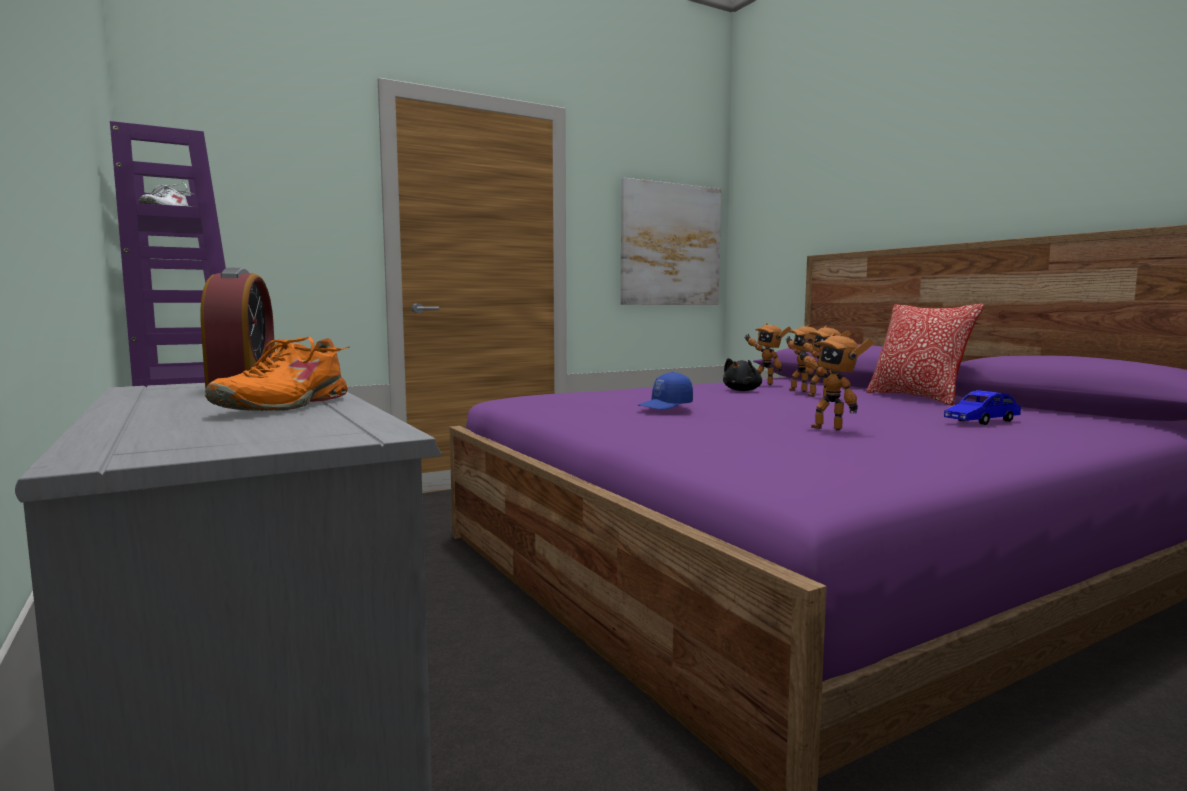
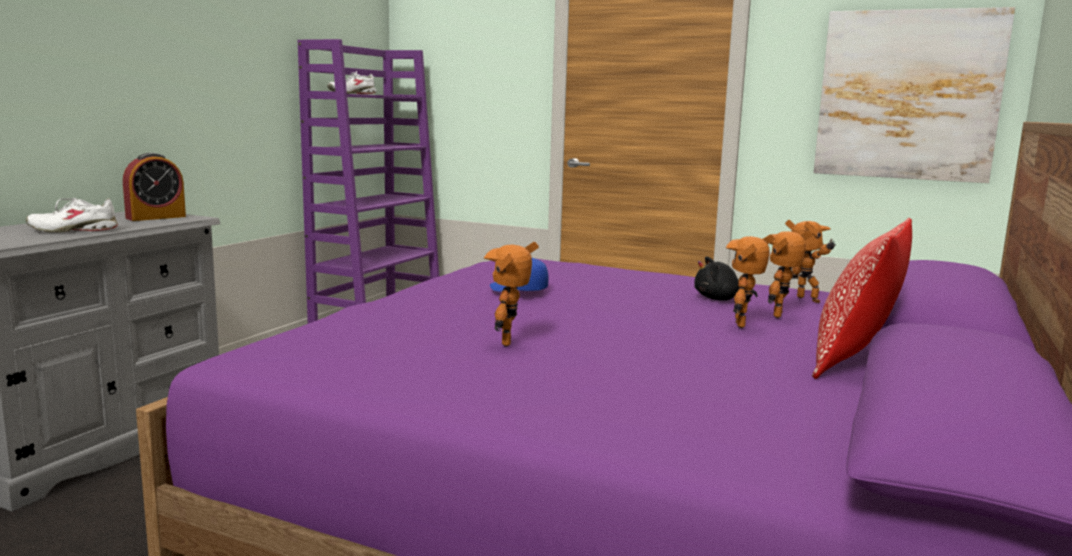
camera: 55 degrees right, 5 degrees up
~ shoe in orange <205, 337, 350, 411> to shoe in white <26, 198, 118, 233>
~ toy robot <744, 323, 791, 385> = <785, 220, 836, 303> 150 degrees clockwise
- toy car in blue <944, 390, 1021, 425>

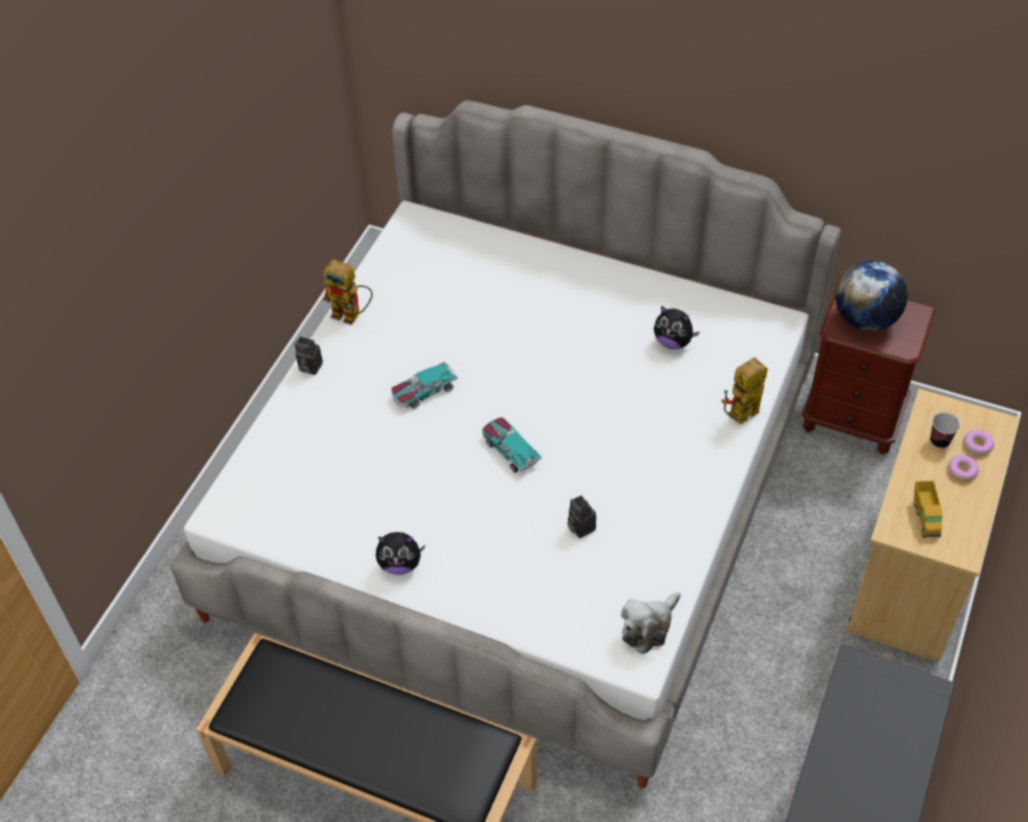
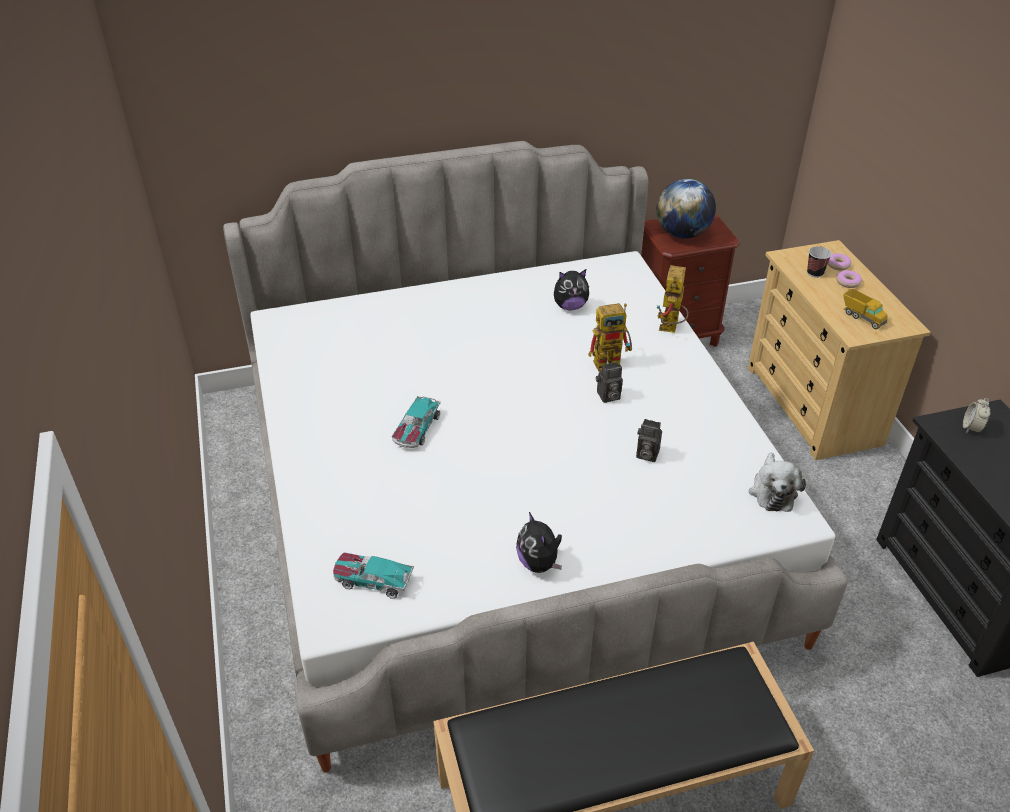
camera: 40 degrees left, 10 degrees down
~ toy car <482, 417, 542, 473> to <333, 553, 414, 599>
~ plush toy <376, 532, 425, 575> = <516, 512, 562, 573> 105 degrees clockwise
~ toy robot <323, 259, 373, 325> to <588, 303, 632, 372>
~ photo camera <295, 336, 323, 375> to <596, 362, 623, 403>
+ alarm clock <963, 398, 991, 433>

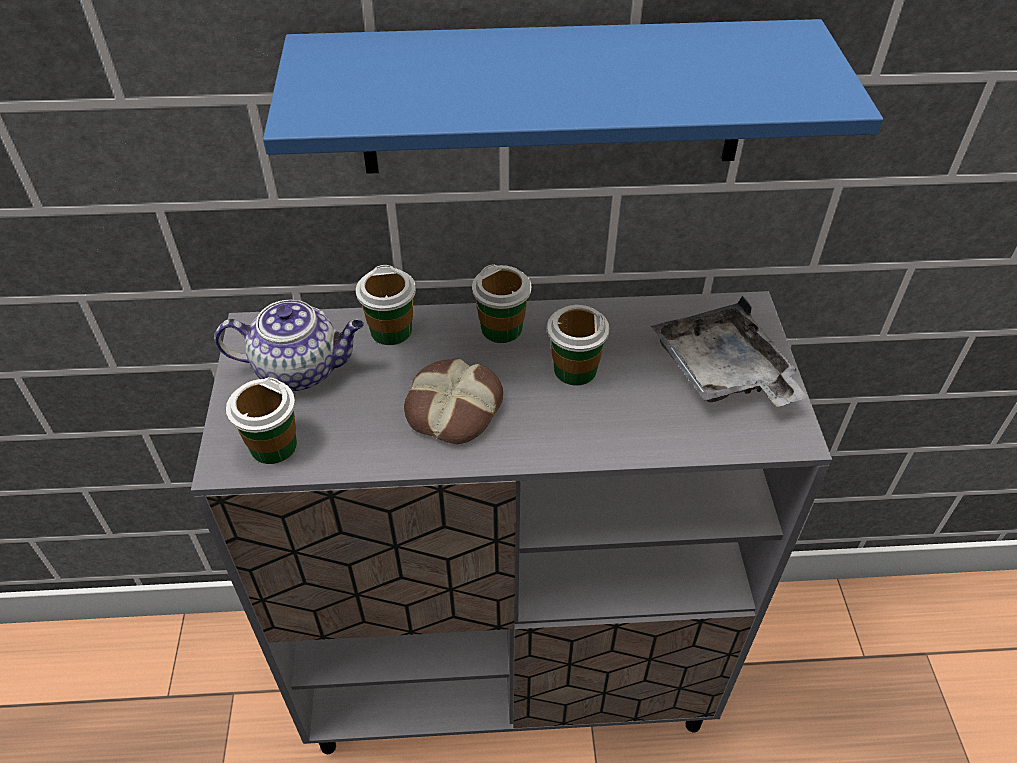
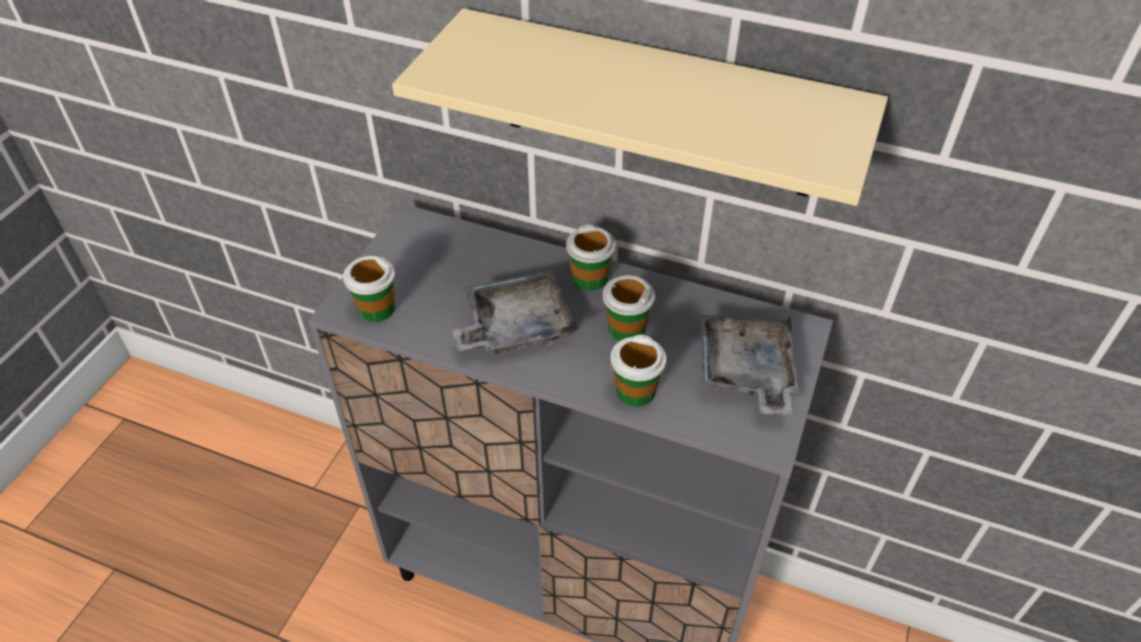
camera: 25 degrees right, 0 degrees up
~ shelf in blue <263, 19, 883, 174> to shelf in beige <392, 8, 888, 206>
~ bread <404, 358, 503, 444> to tray in grey <452, 270, 578, 355>
~ cup <356, 265, 416, 345> to <610, 334, 666, 407>
- teapot <214, 300, 364, 392>

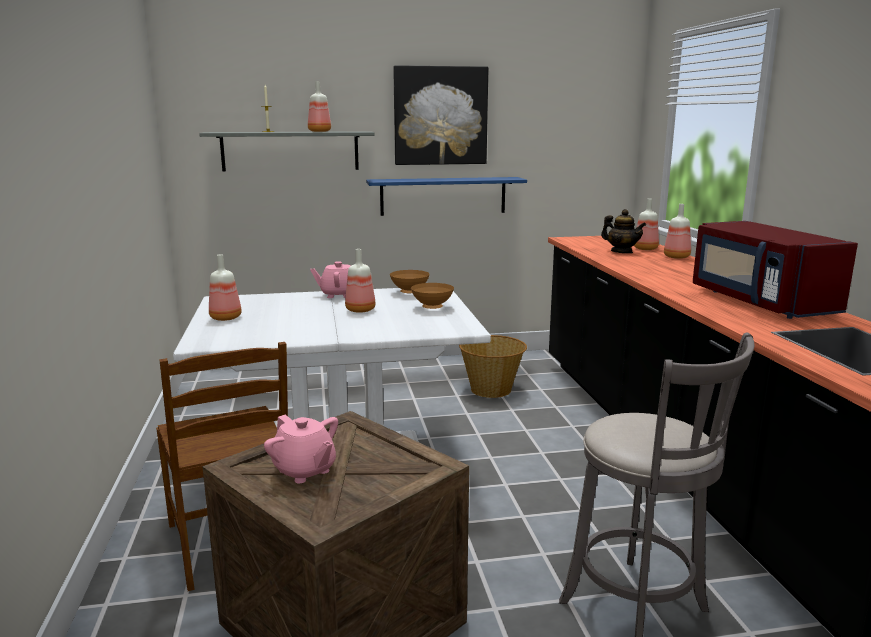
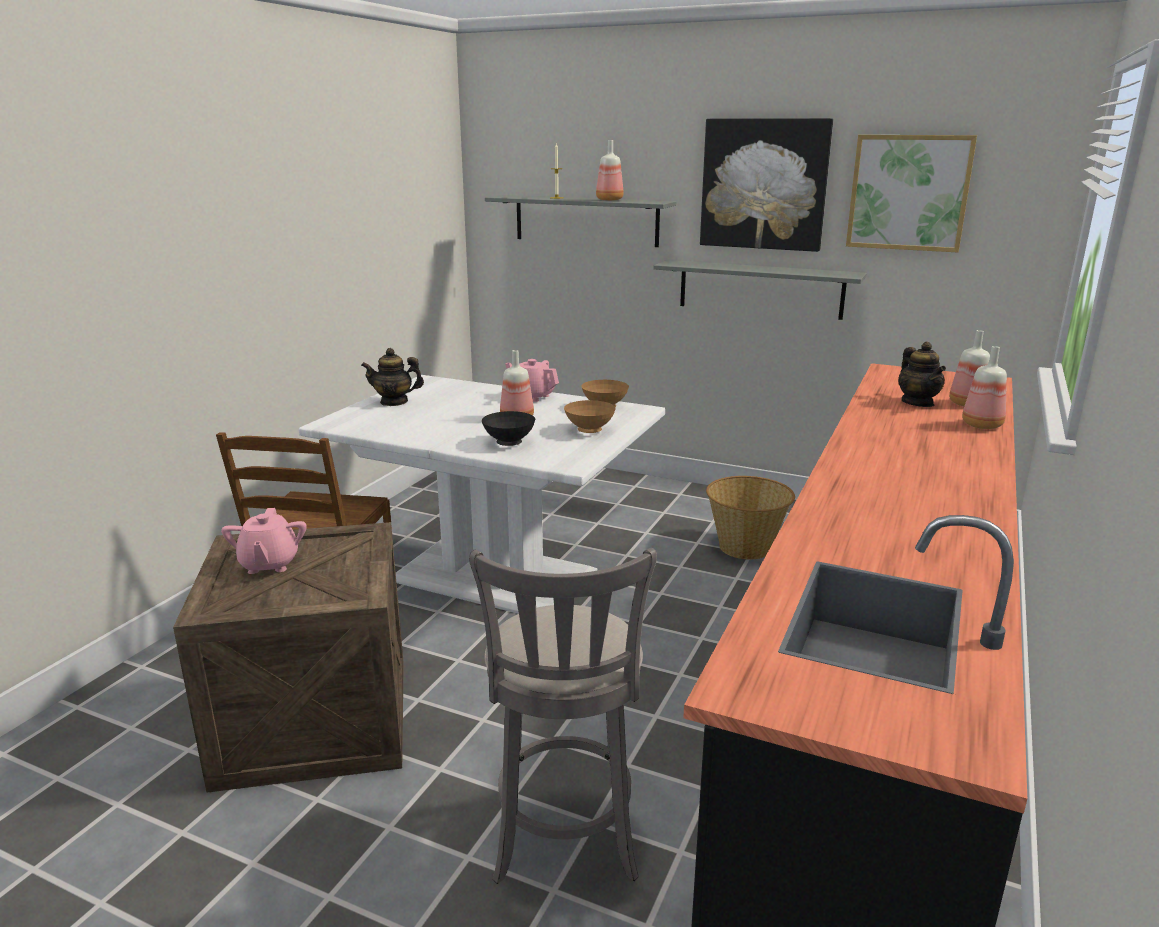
camera: 35 degrees right, 5 degrees up
~ bottle <209, 254, 242, 321> to teapot <361, 348, 424, 406>
+ bowl in black <482, 411, 535, 446>
~ shelf in blue <366, 177, 527, 216> to shelf in grey <653, 260, 867, 320>
+ picture <846, 135, 977, 253>
- microwave in red <693, 221, 858, 319>

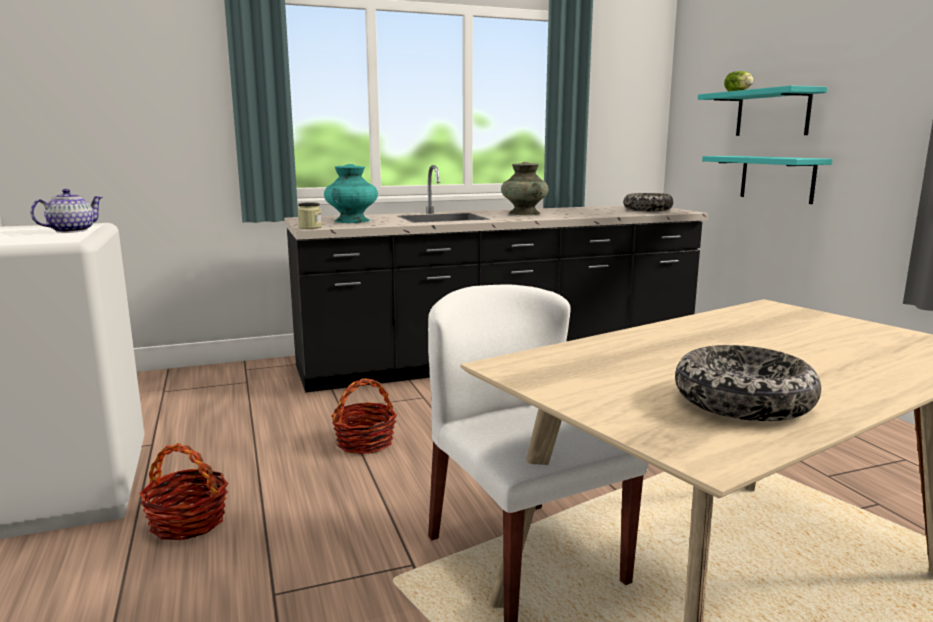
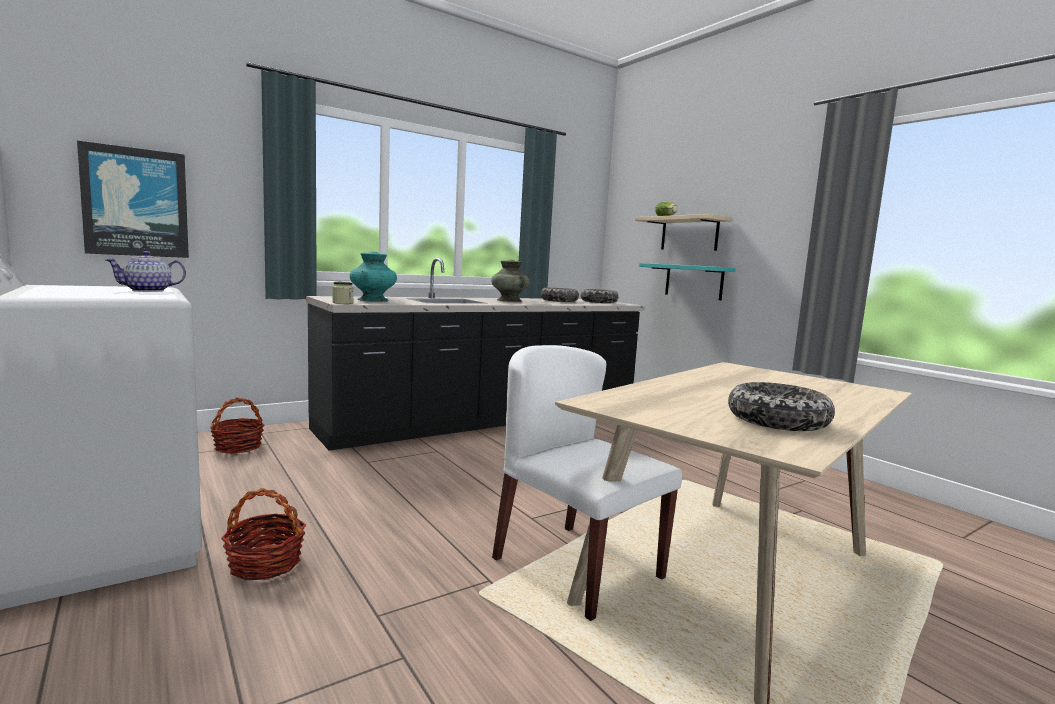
camera: 15 degrees left, 5 degrees down
+ picture <77, 141, 189, 258>
~ teapot <30, 189, 103, 233> = <106, 251, 186, 292> 150 degrees counterclockwise
~ basket <332, 378, 397, 454> to <210, 397, 264, 454>
+ bowl <540, 288, 579, 302>
~ shelf in turquoise <698, 85, 828, 136> to shelf in beige <635, 214, 731, 251>

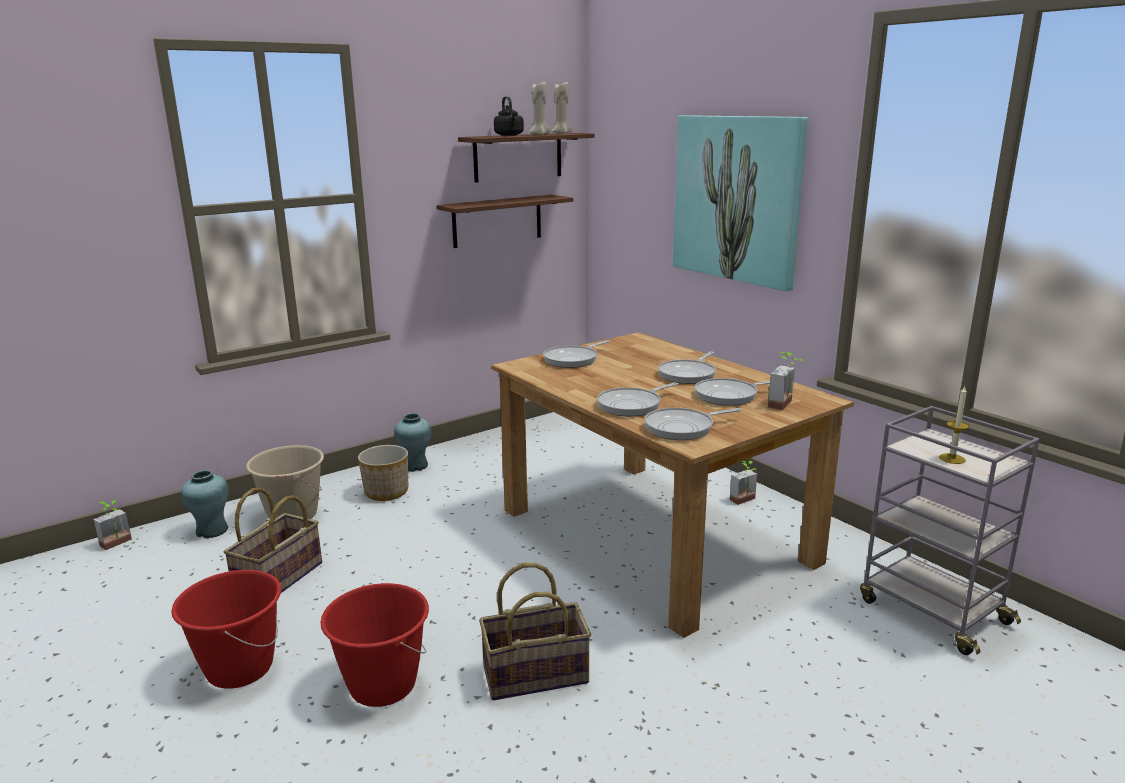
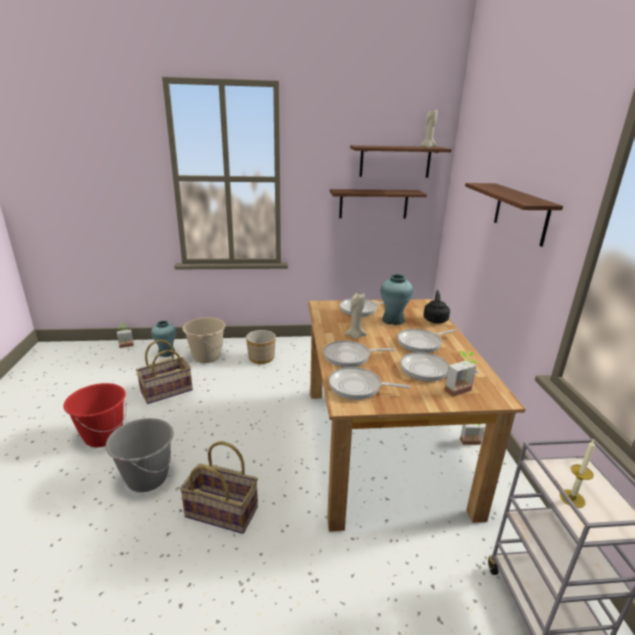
camera: 30 degrees right, 5 degrees up
~ bucket in red <320, 583, 429, 707> to bucket in grey <105, 418, 174, 492>
~ candle in beige <529, 80, 551, 135> to <345, 293, 367, 339>
~ vase in turquoise <394, 413, 431, 472> to <380, 274, 413, 325>
~ kettle in black <494, 96, 524, 136> to <423, 290, 450, 323>
~ picture <673, 115, 808, 291> to shelf <465, 183, 563, 247>

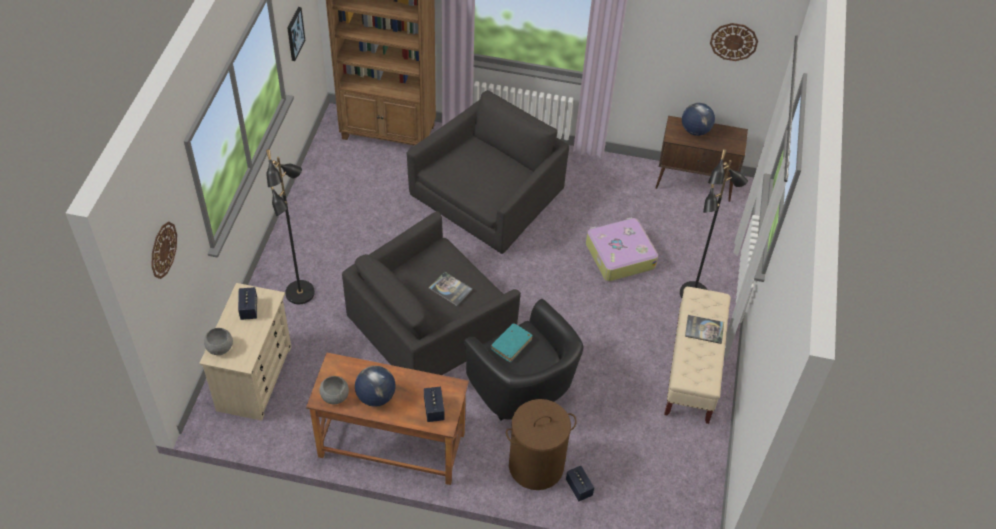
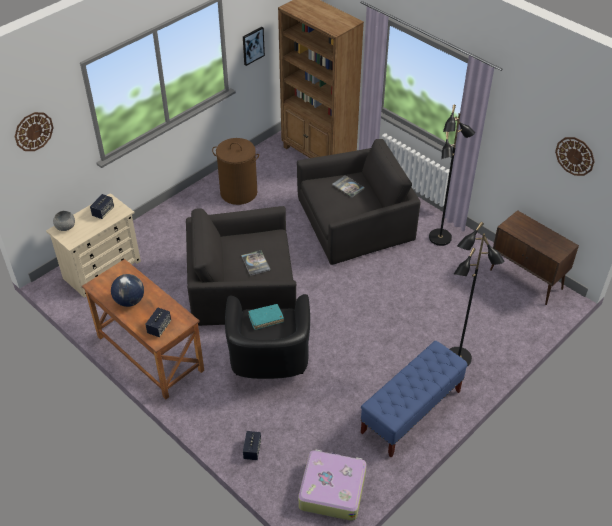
camera: 35 degrees right, 5 degrees down
~ laundry basket in brown <506, 399, 577, 490> to <212, 138, 259, 205>
~ suitcase <586, 217, 658, 281> to <298, 449, 366, 521>
~ book <685, 315, 724, 344> to <332, 175, 365, 198>
~ bench in beige <664, 287, 731, 424> to bench in blue <361, 341, 468, 457>
~ floor lamp in black <266, 149, 315, 304> to <429, 105, 475, 246>
- bowl in grey <320, 376, 349, 404>
- globe <682, 103, 715, 136>

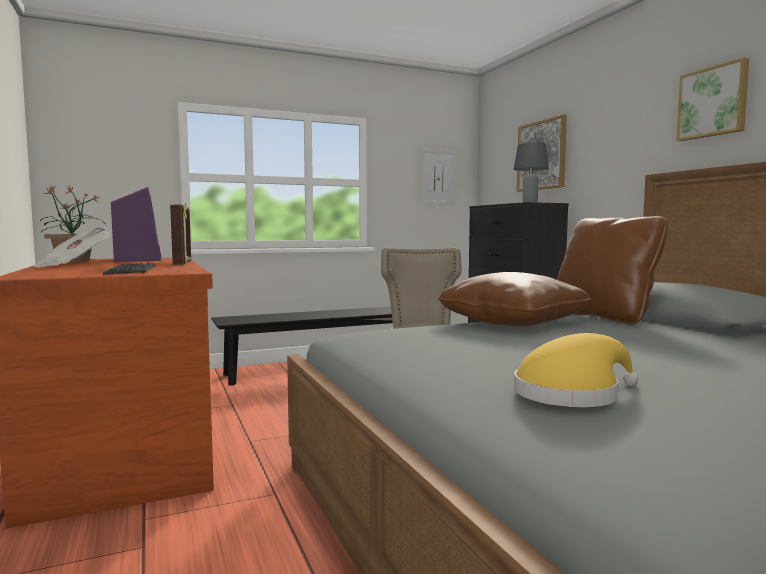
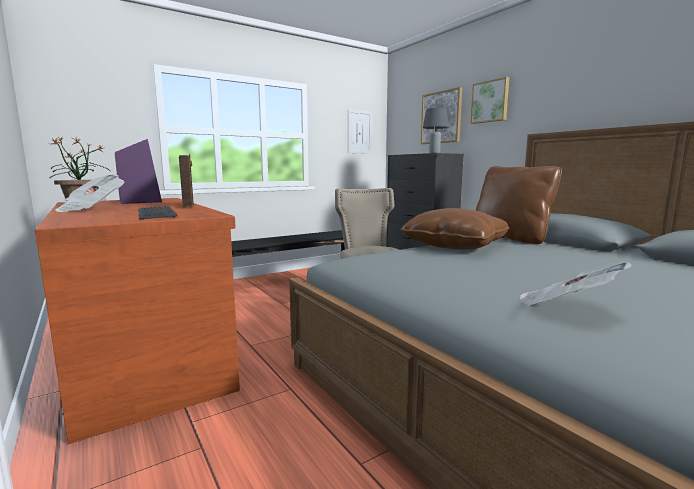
camera: 10 degrees left, 5 degrees up
~ picture <677, 58, 749, 141> to <471, 77, 509, 124>
~ hat in yellow <514, 333, 639, 407> to newspaper <520, 262, 632, 306>

